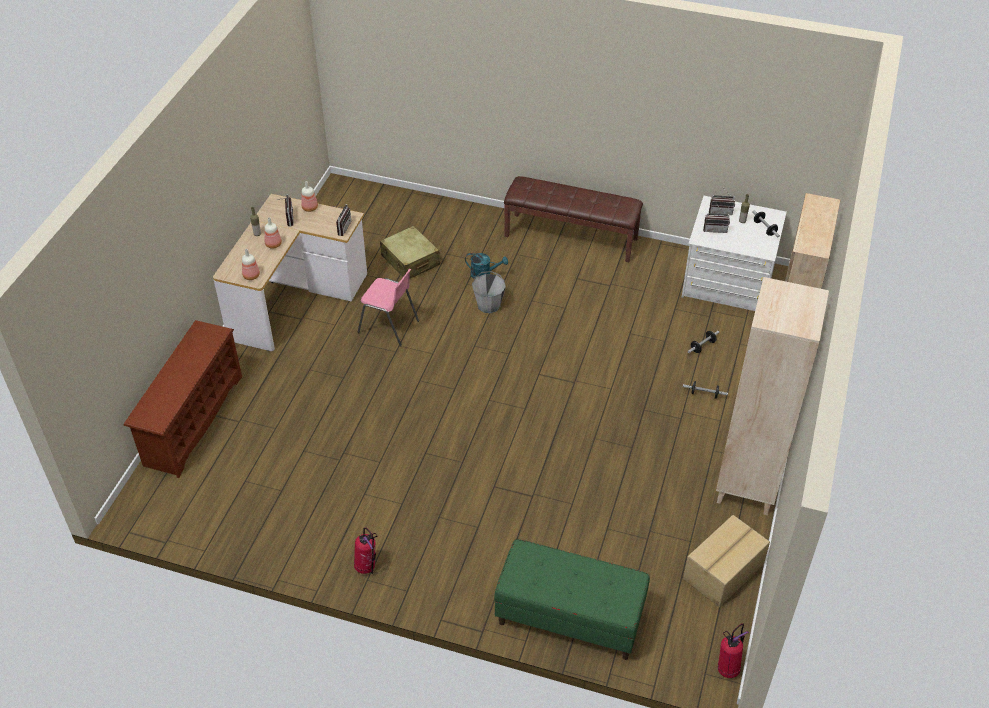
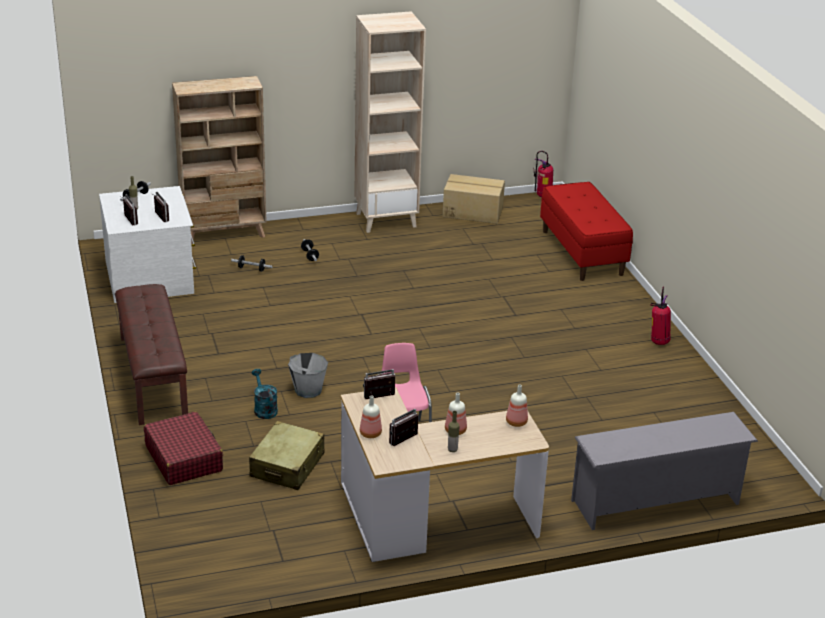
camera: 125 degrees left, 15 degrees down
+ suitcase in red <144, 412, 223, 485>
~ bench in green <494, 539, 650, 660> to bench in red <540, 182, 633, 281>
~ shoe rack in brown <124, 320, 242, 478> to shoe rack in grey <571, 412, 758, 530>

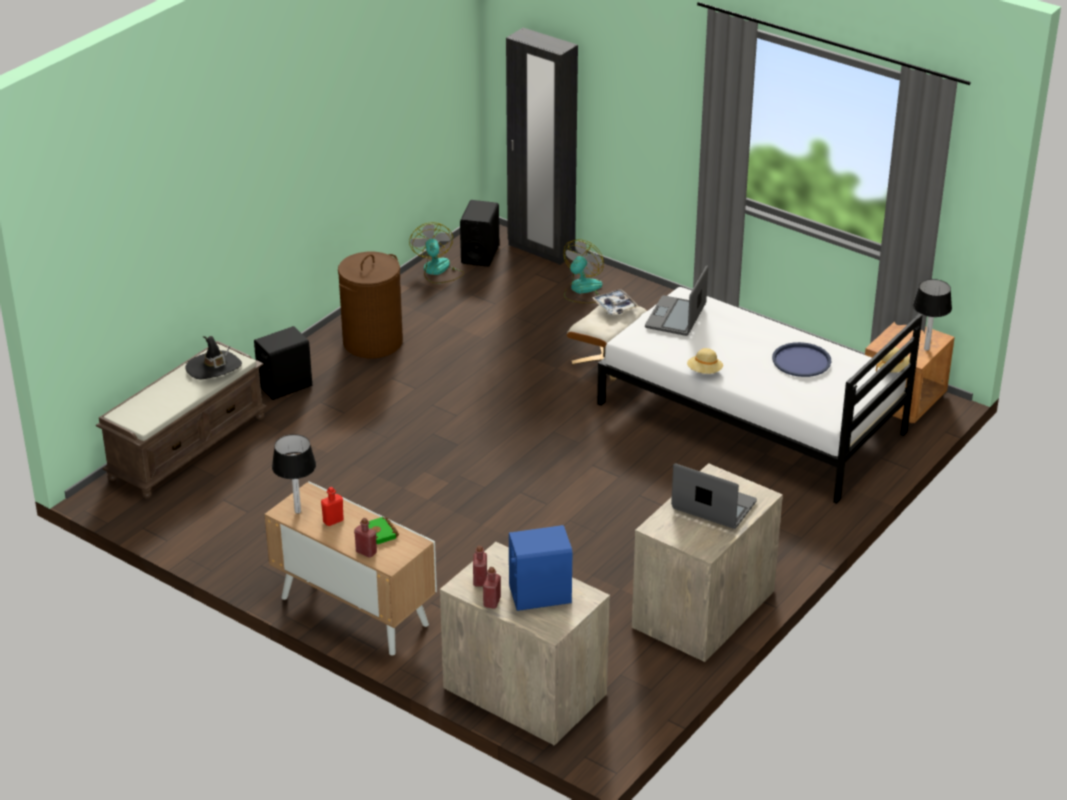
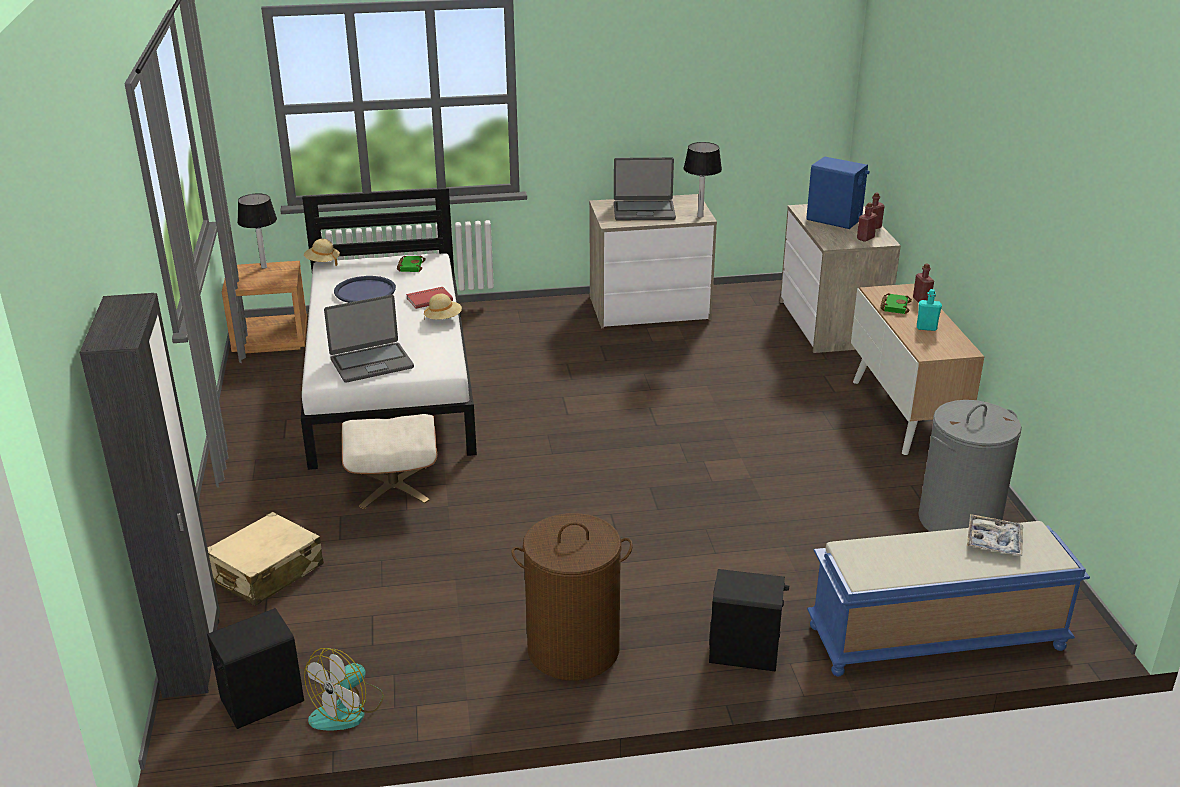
camera: 135 degrees left, 5 degrees down
~ fan <564, 239, 604, 303> to suitcase in beige <208, 512, 324, 606>
+ book in green <397, 256, 426, 272>
+ book in red <406, 287, 453, 309>
~ laptop <671, 464, 757, 529> = <614, 157, 676, 220> 75 degrees counterclockwise
~ table lamp <272, 434, 316, 514> to <683, 142, 722, 218>
~ bench in brown <96, 341, 267, 499> to bench in blue <807, 521, 1090, 676>
~ bottle in red <321, 487, 344, 526> to bottle in turquoise <917, 289, 942, 331>
+ laundry basket in grey <918, 400, 1022, 532>
~ tray <592, 289, 639, 315> to <967, 514, 1023, 556>
- hat in black <185, 336, 242, 379>

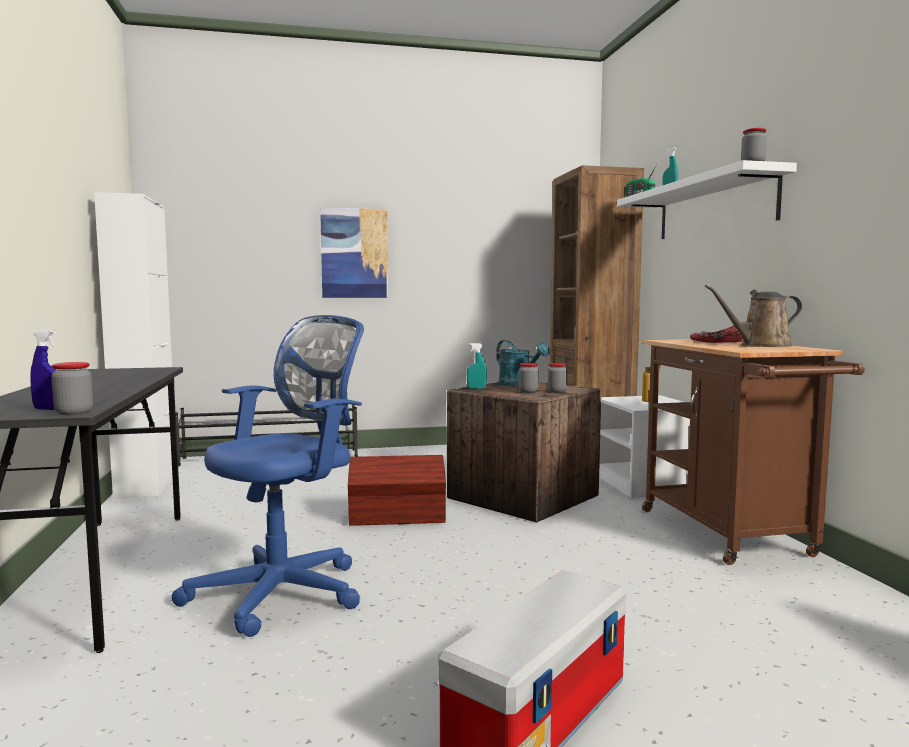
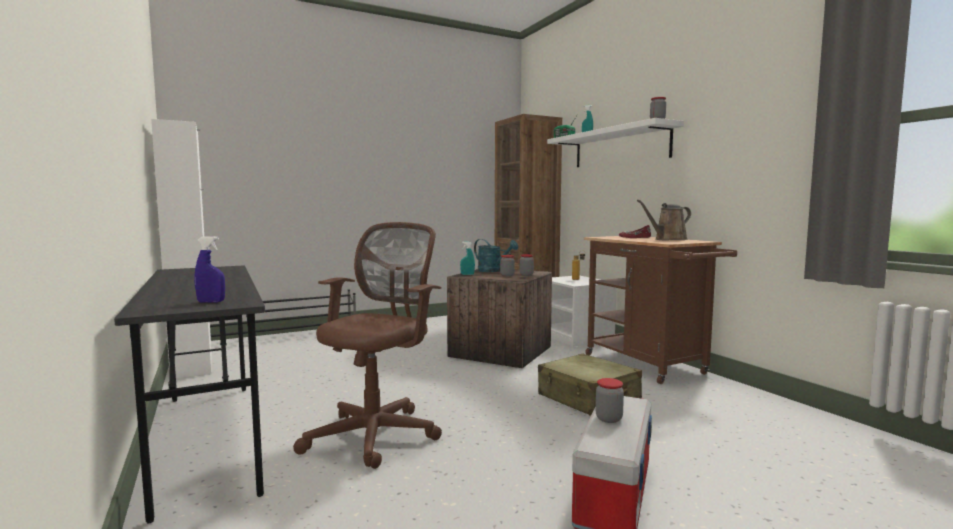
camera: 15 degrees left, 0 degrees up
~ office chair in blue <172, 315, 364, 637> to office chair in brown <293, 222, 442, 469>
+ suitcase in beige <538, 354, 642, 416>
~ jar <51, 362, 93, 415> to <596, 378, 624, 423>
- picture <320, 207, 388, 298>
- storage box in brown <348, 455, 446, 526>

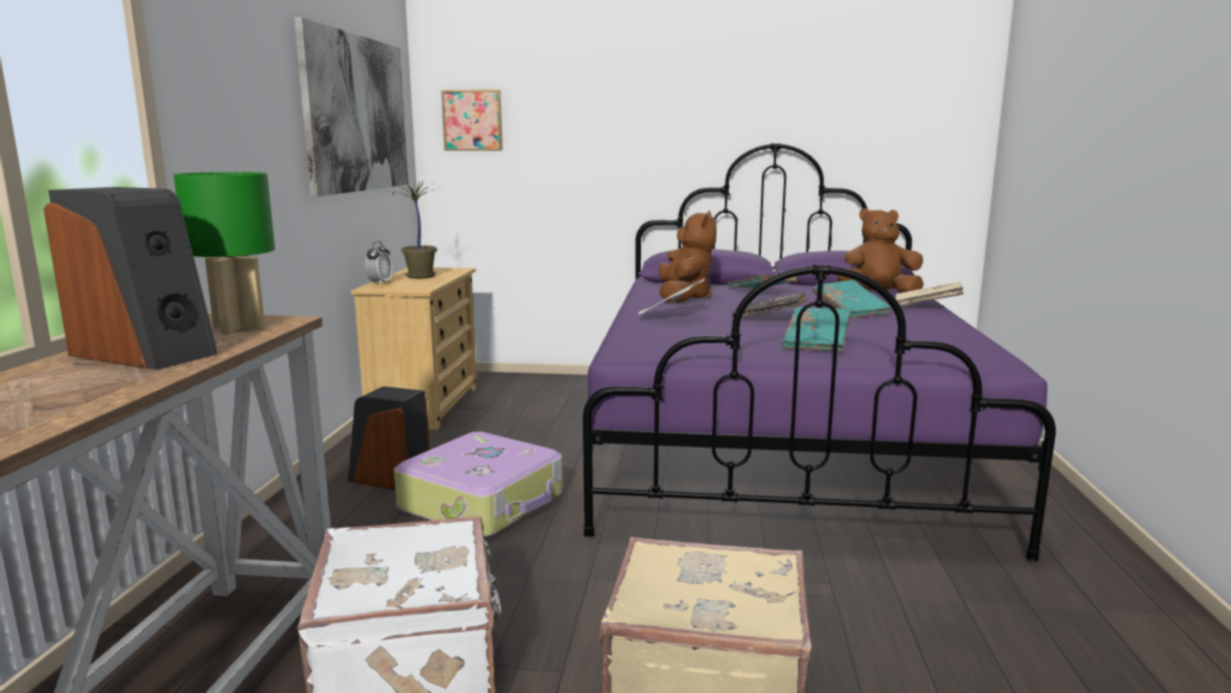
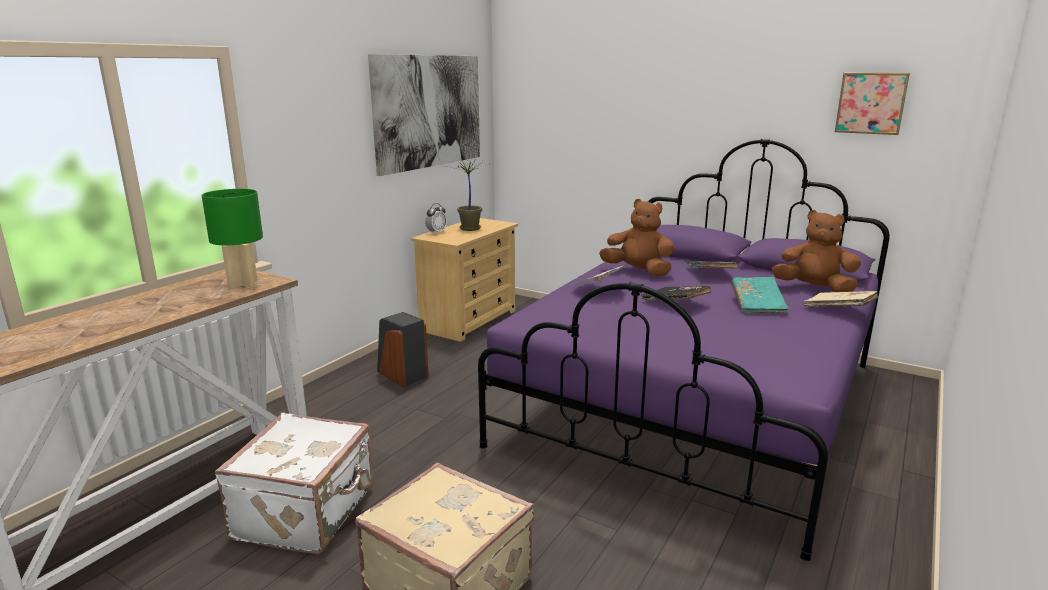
camera: 25 degrees right, 5 degrees up
~ plush toy in brown <659, 210, 717, 303> = <599, 199, 675, 276> 90 degrees counterclockwise
~ picture <441, 90, 503, 151> to <835, 73, 910, 135>
- speaker <43, 187, 218, 370>
- suitcase <394, 432, 563, 537>
- book in turquoise <781, 307, 851, 352>

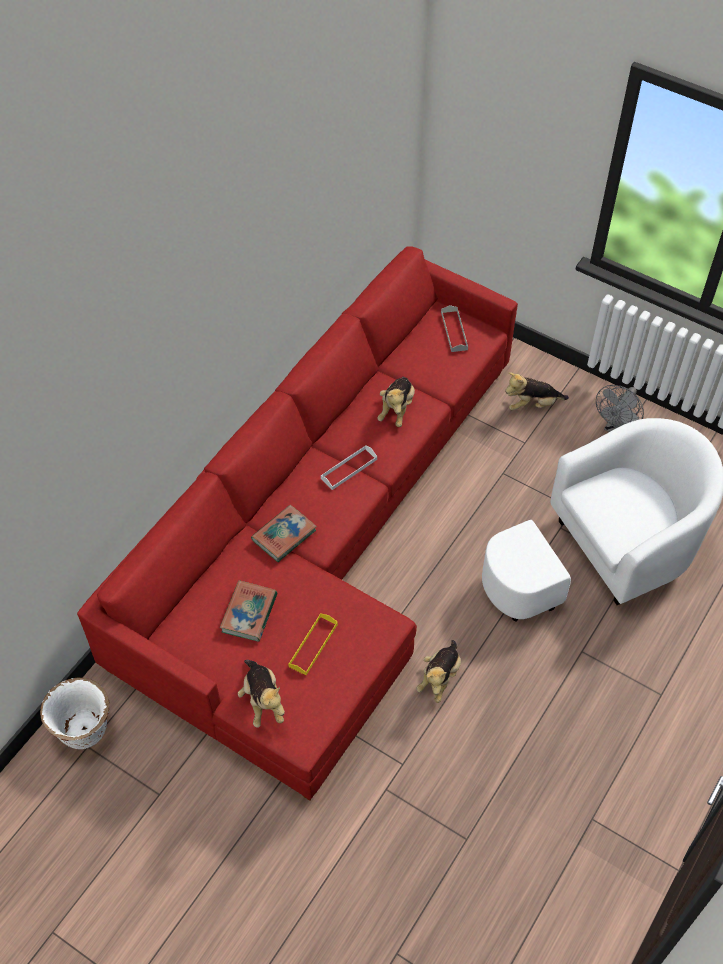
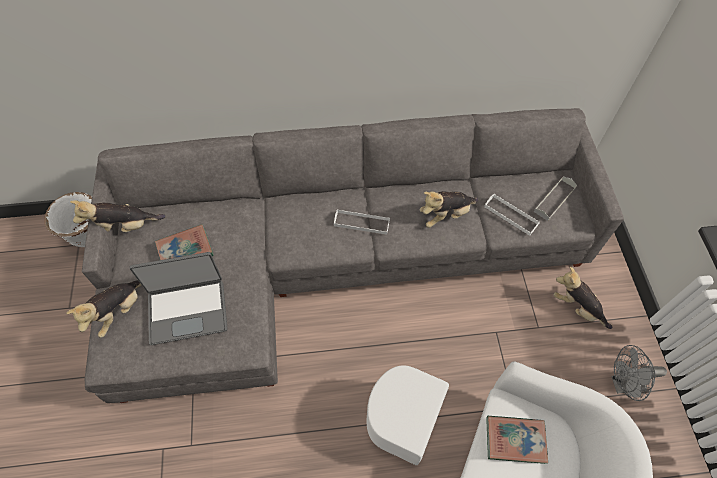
camera: 50 degrees right, 5 degrees up
~ plush toy <417, 640, 461, 703> to <70, 200, 166, 232>
~ sofa in red <77, 246, 518, 801> to sofa in grey <82, 108, 624, 403>
~ tray in yellow <288, 613, 338, 675> to laptop <130, 252, 228, 345>
+ tray in white <484, 194, 540, 236>
~ book <251, 505, 317, 562> to <486, 416, 548, 464>

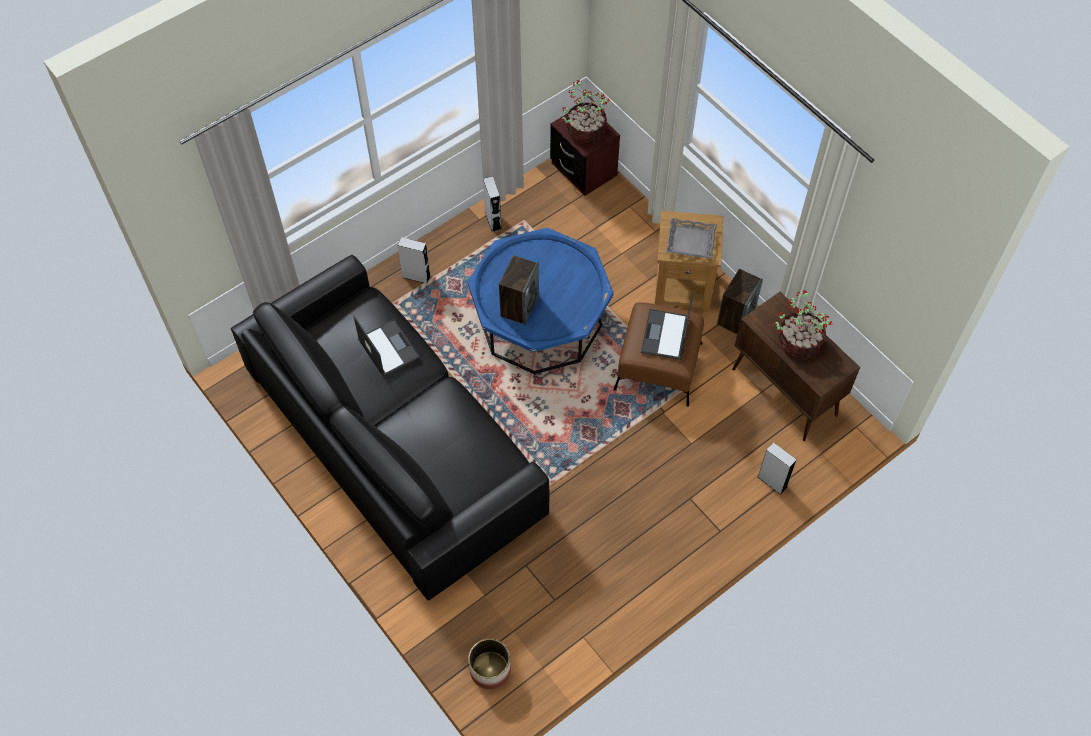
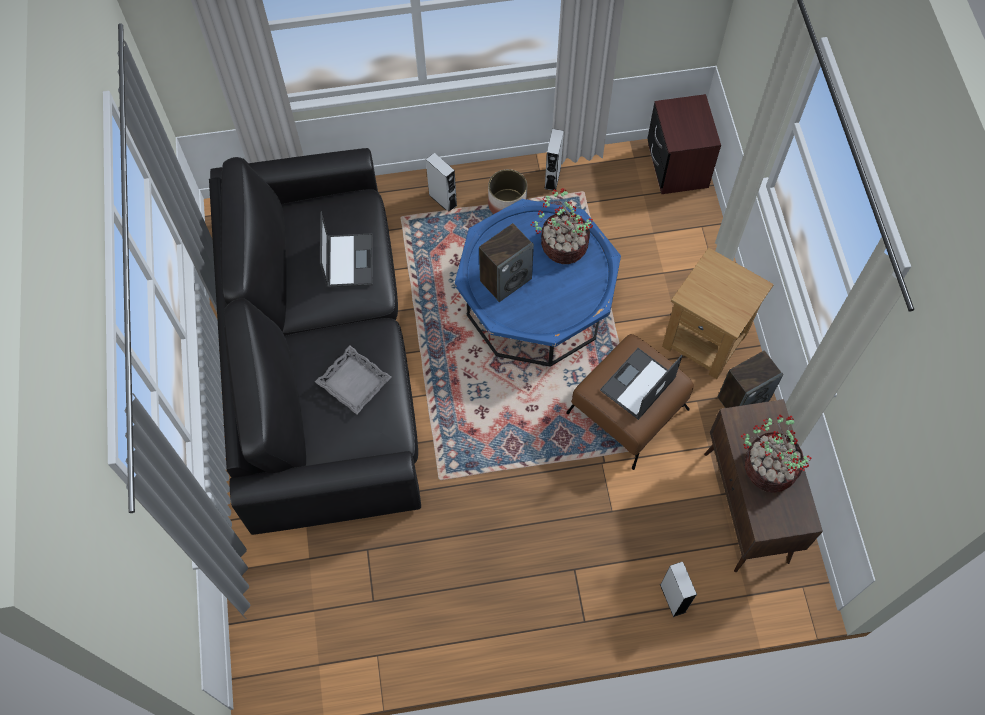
camera: 30 degrees right, 5 degrees up
~ tray in grey <666, 218, 717, 259> to <315, 345, 392, 414>
~ planter <468, 639, 511, 689> to <488, 169, 527, 214>
~ potted plant <561, 80, 610, 145> to <531, 188, 593, 264>

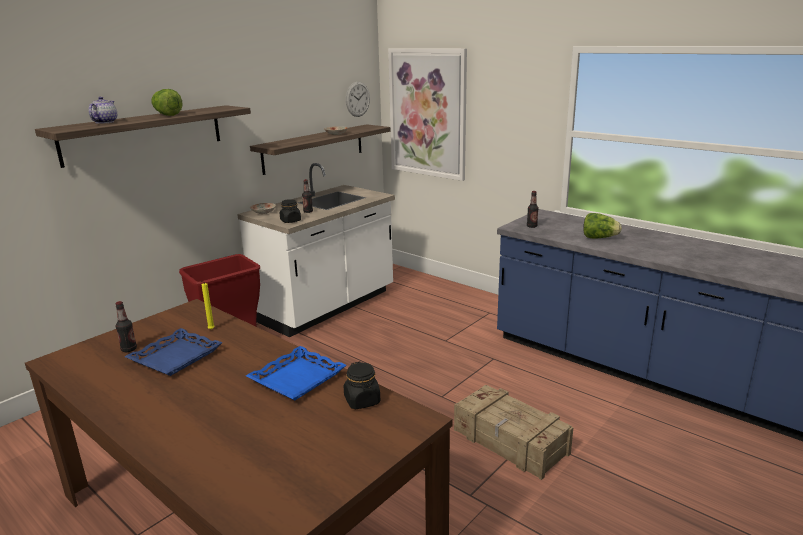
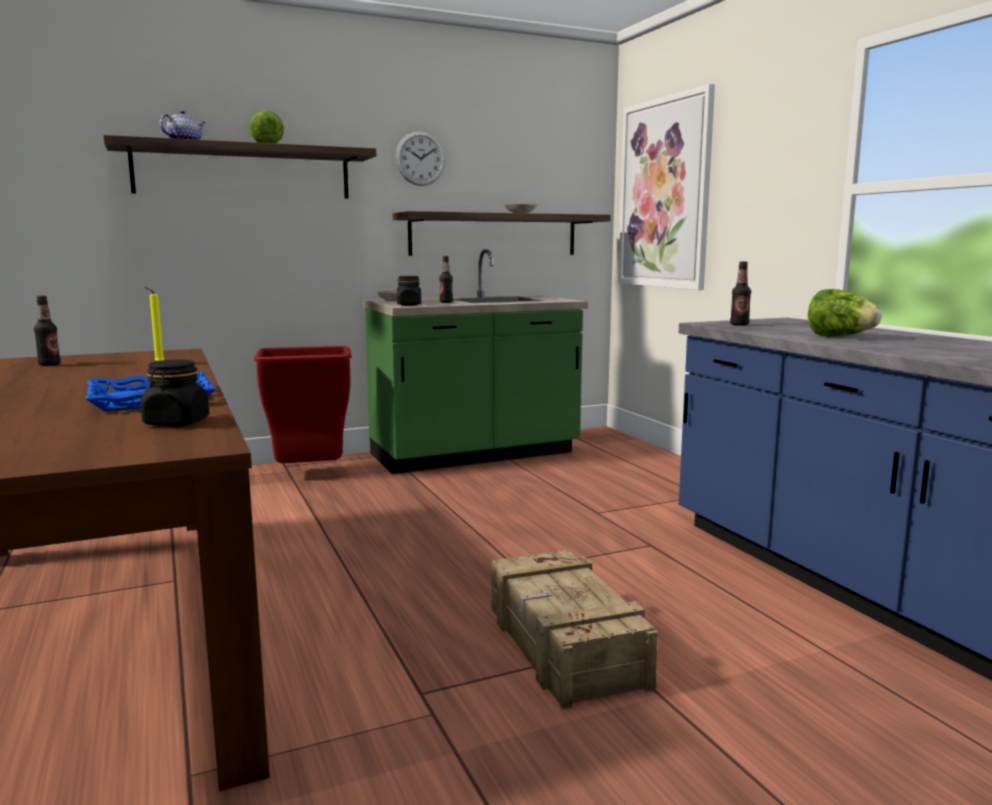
camera: 25 degrees right, 10 degrees down
~ counter in white <237, 163, 395, 337> to counter in green <363, 249, 588, 474>
~ wall clock <346, 82, 370, 117> to <395, 131, 445, 186>
- tray in blue <125, 328, 223, 376>

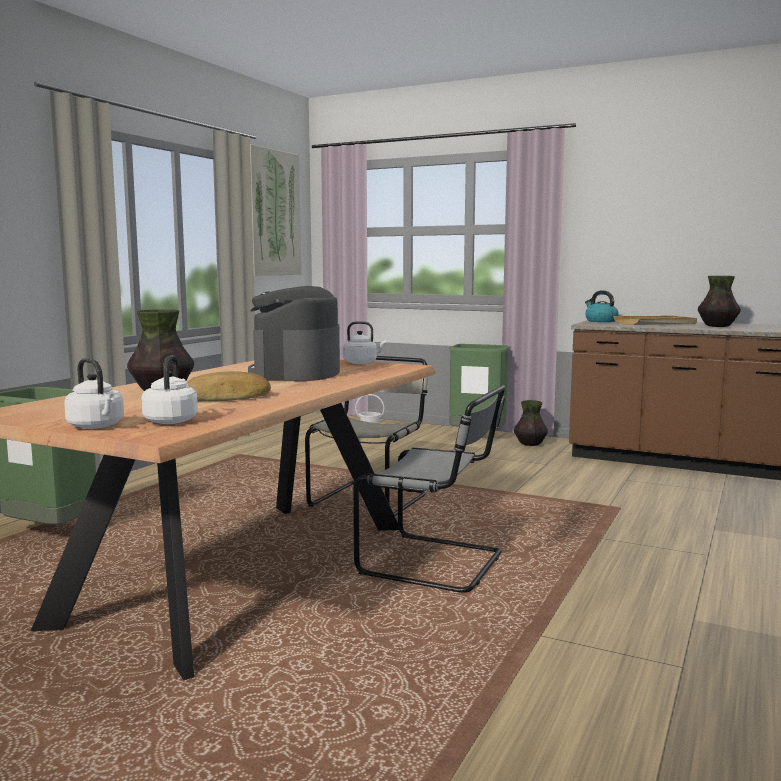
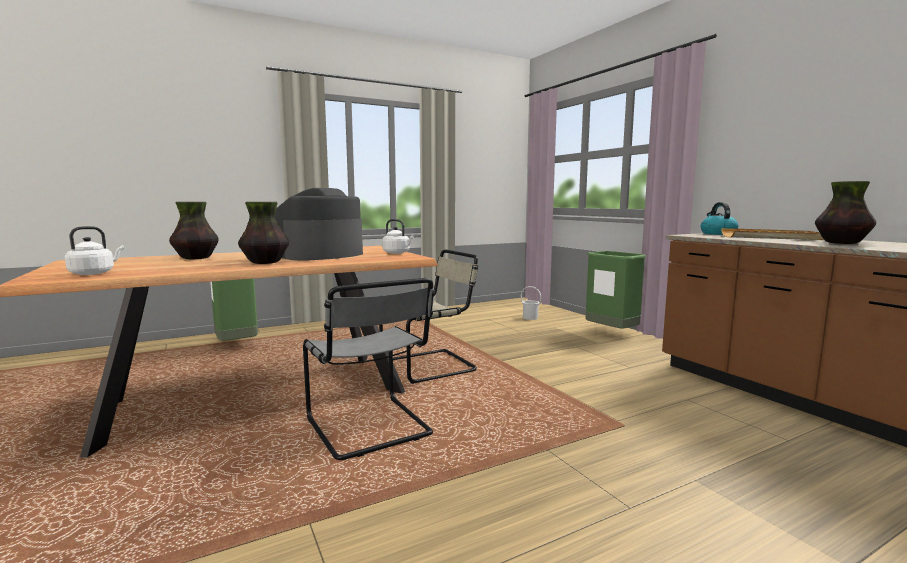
camera: 35 degrees right, 0 degrees up
~ vase <514, 400, 548, 446> to <238, 202, 289, 264>
- kettle in white <64, 358, 124, 429>
- bread <187, 371, 271, 401>
- picture <250, 144, 301, 276>

